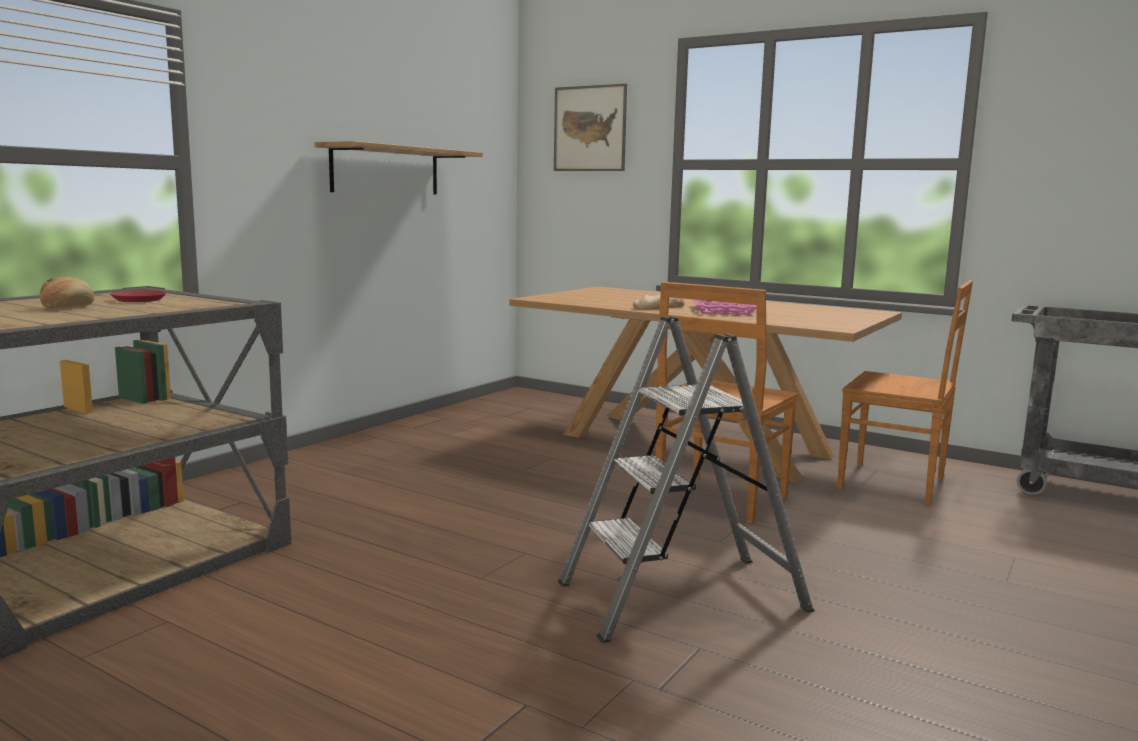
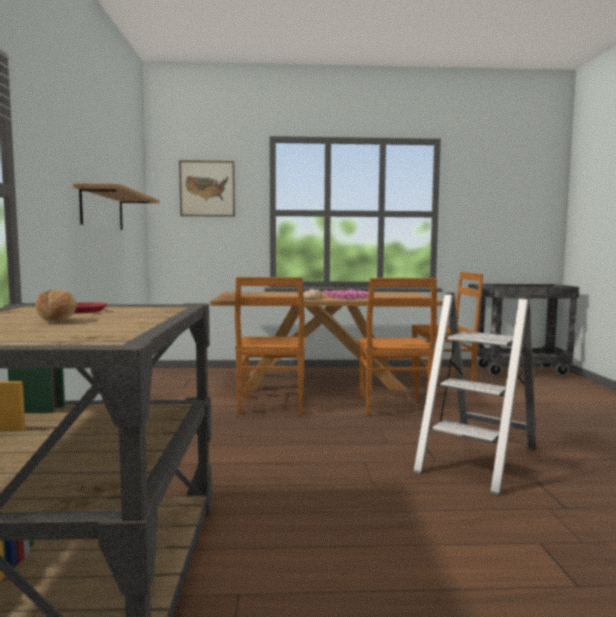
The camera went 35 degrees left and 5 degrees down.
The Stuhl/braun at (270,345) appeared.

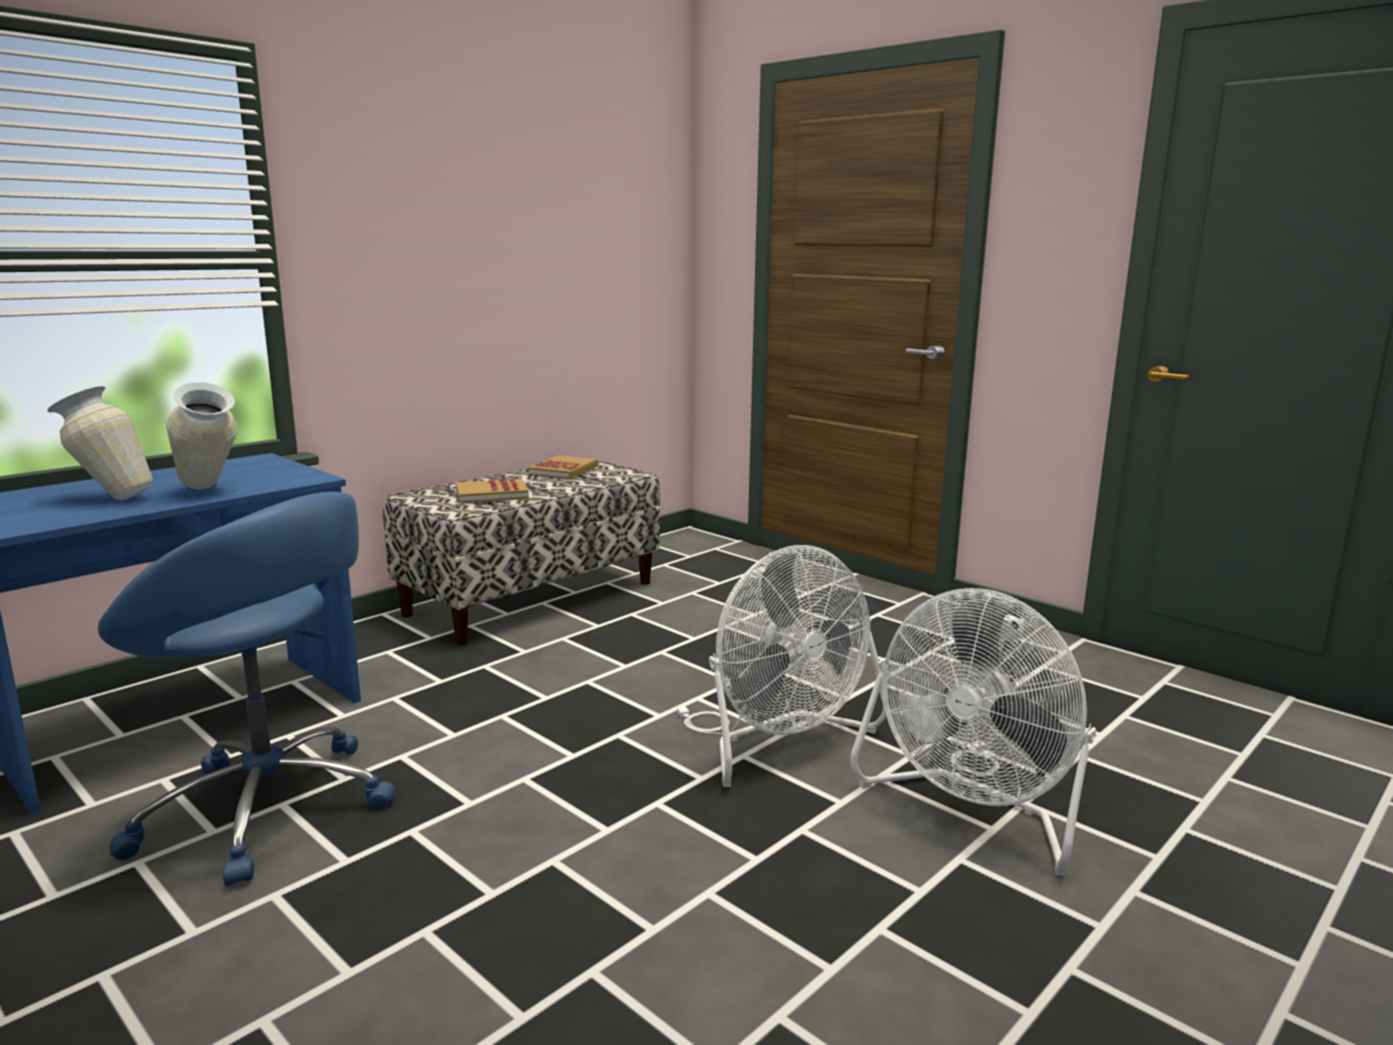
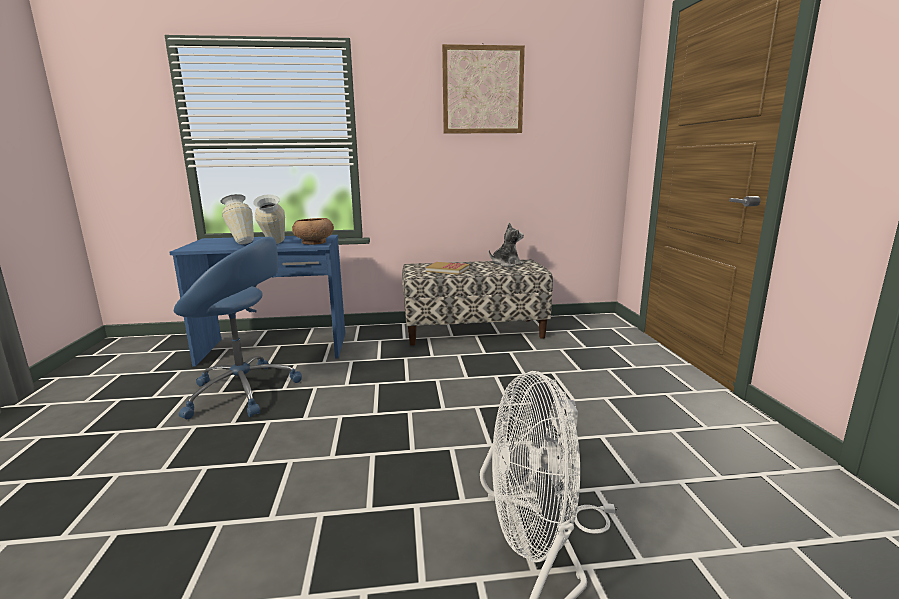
The camera went 40 degrees right and 0 degrees up.
The Buch at (563,467) was replaced by the Plüschtier at (506,245).
The Bürostuhl/blau at (247,689) turned 60 degrees counterclockwise.
The Ventilator/weiß at (782,666) disappeared.
The Bild at (483,89) appeared.
The Schüssel/braun at (313,231) appeared.

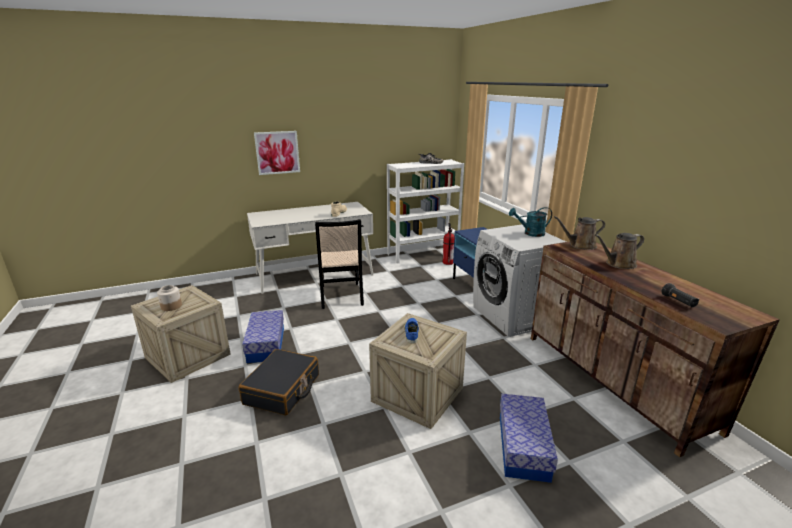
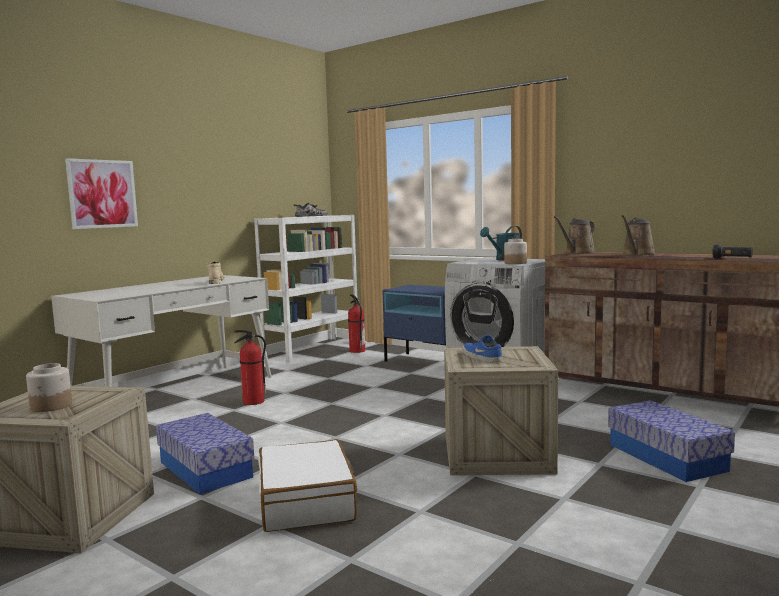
The camera went 30 degrees left and 15 degrees down.
The Stuhl at (339,264) was replaced by the Feuerlöscher at (250,367).
The Koffer/schwarz at (279,382) became the Koffer/weiß at (307,486).
The Vorratsglas at (515,251) appeared.

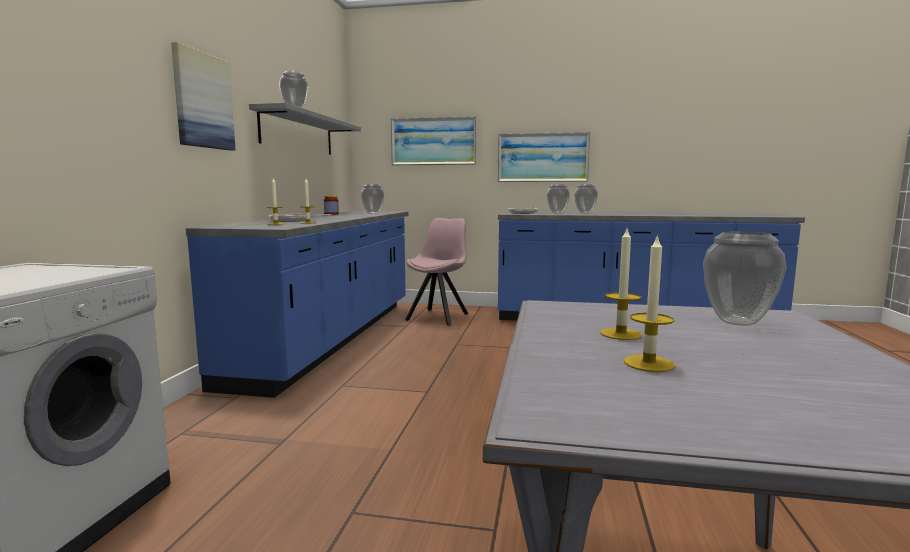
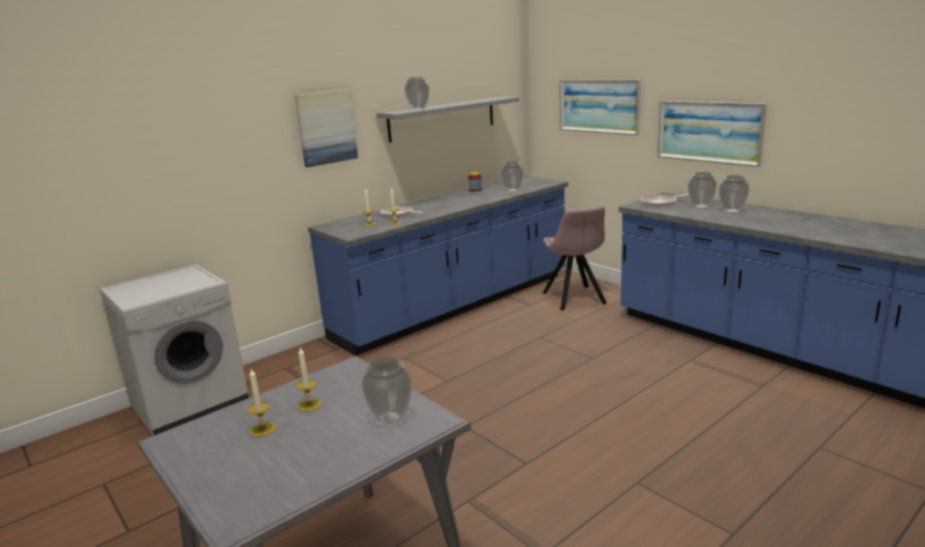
The camera went 40 degrees right and 10 degrees up.
The Stuhl/rosa at (436,272) turned 105 degrees clockwise.

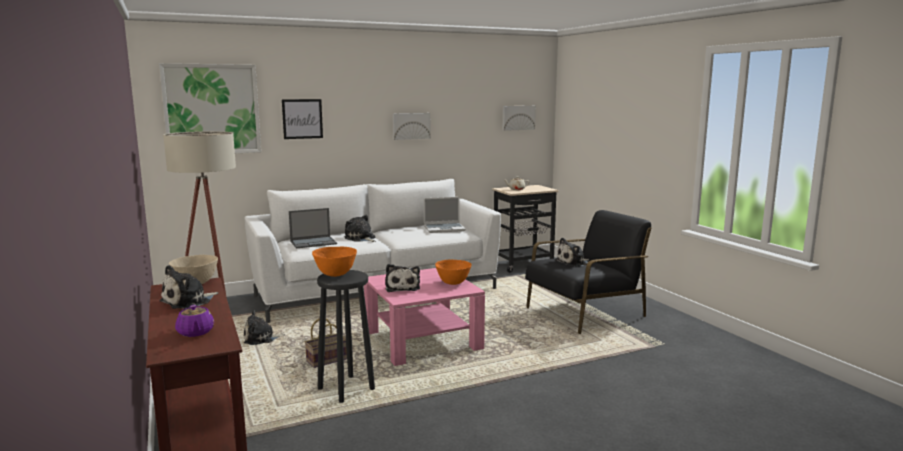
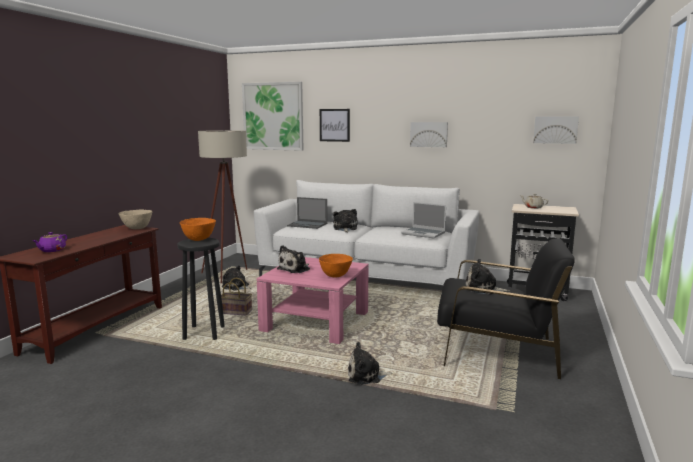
The camera went 45 degrees right and 0 degrees up.
The Plüschtier moved from (188,287) to (370,363).

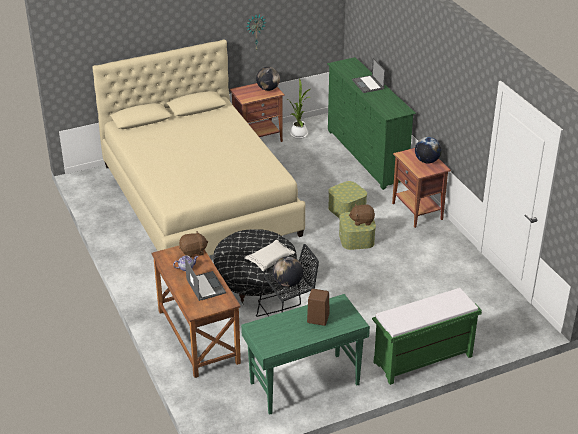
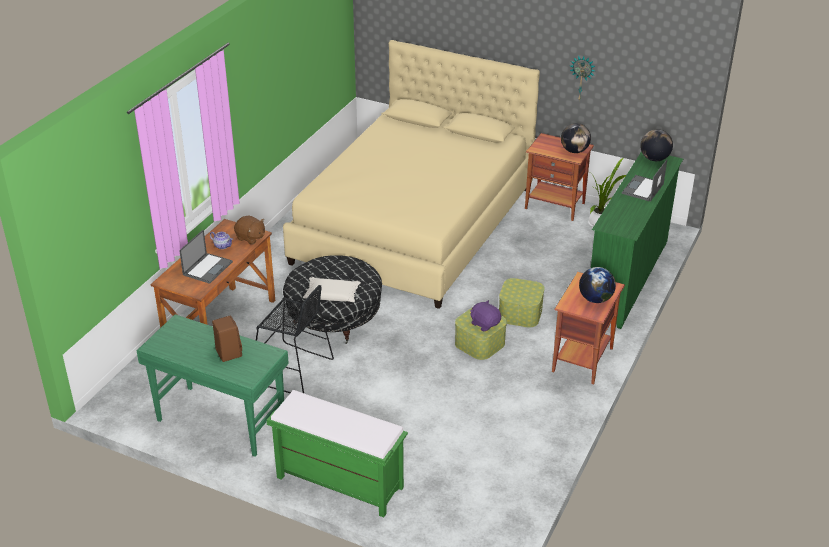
The camera went 50 degrees right and 0 degrees up.
The Plüschtier/braun at (362,215) became the Plüschtier/lila at (485,316).
The Globus moved from (288,271) to (656,145).

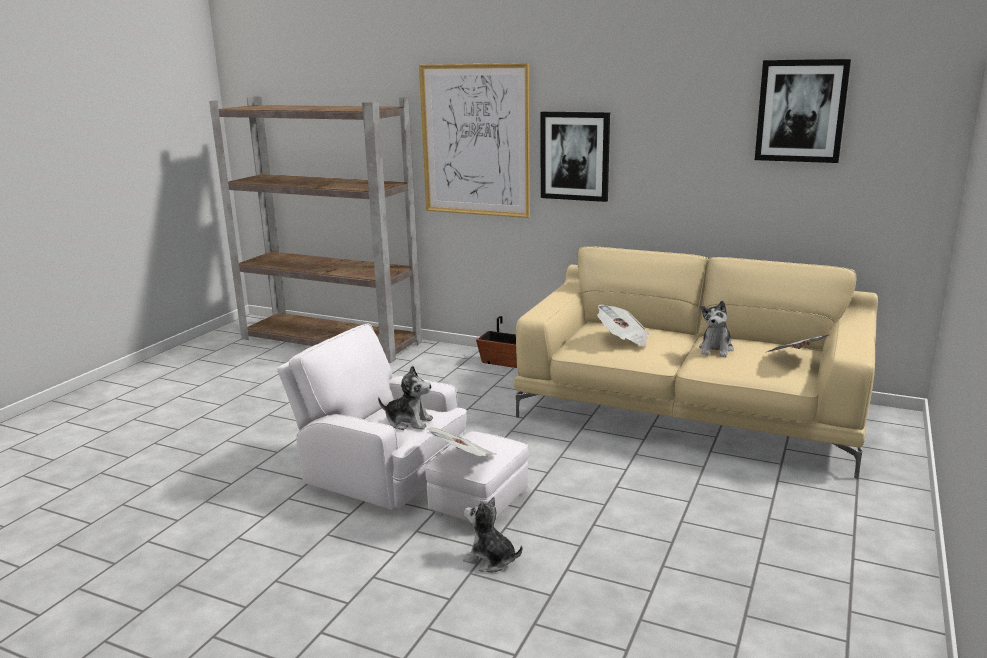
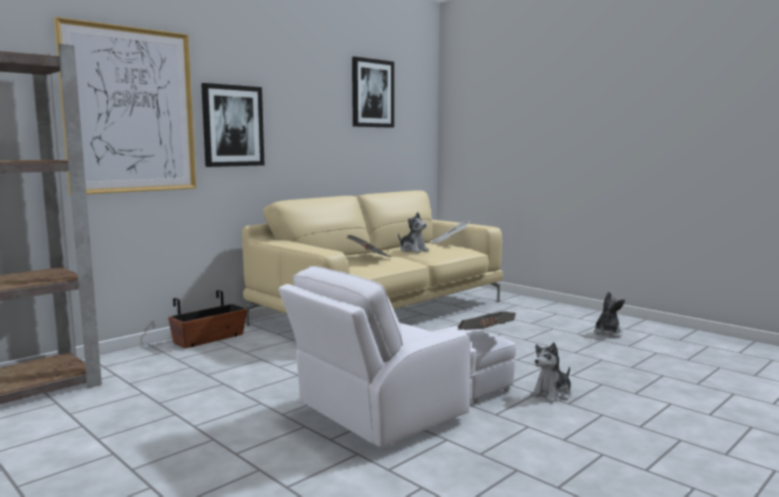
The camera went 70 degrees left and 10 degrees down.
The Plüschtier moved from (405,397) to (609,314).

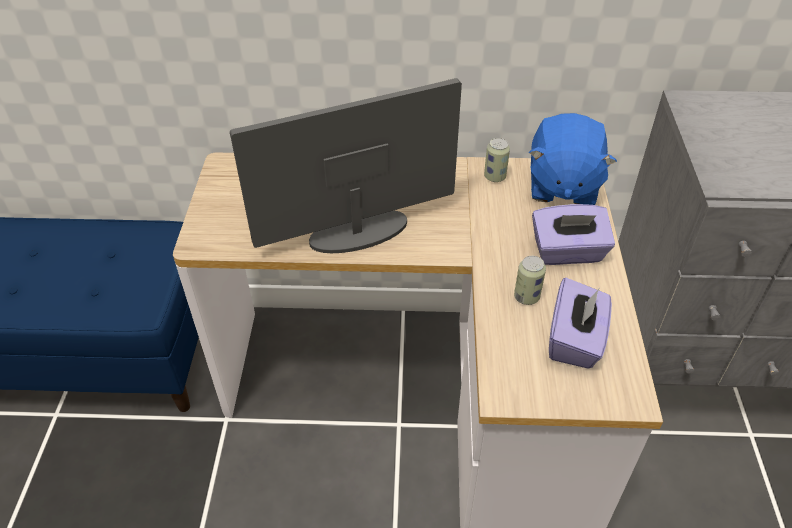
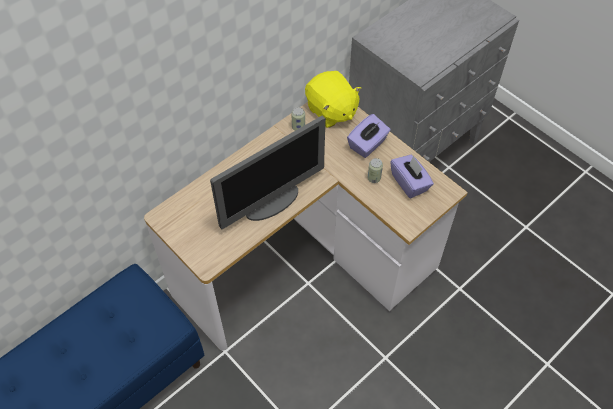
The camera went 45 degrees left and 10 degrees up.
The Monitor at (346,165) turned 150 degrees counterclockwise.
The Plüschtier/blau at (573,159) became the Plüschtier/gelb at (333,99).

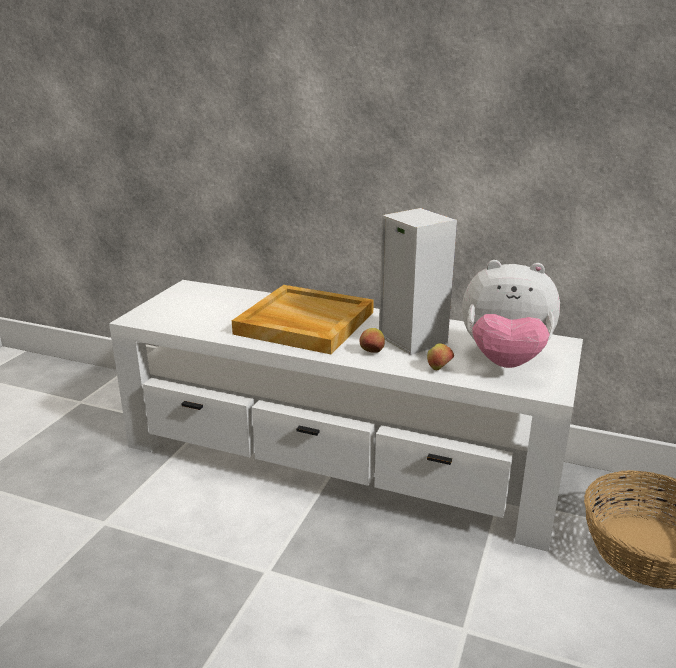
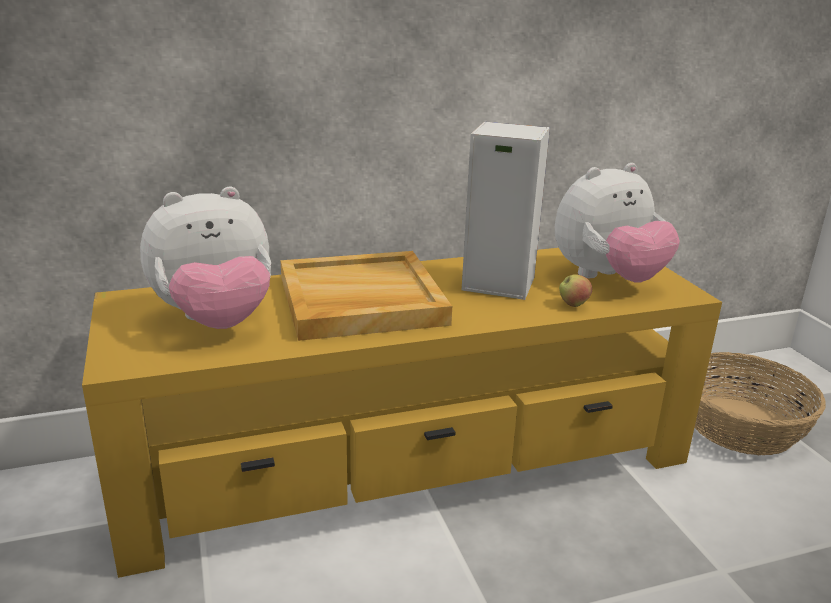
The camera went 40 degrees left and 0 degrees up.
The Fernsehschrank/weiß at (346,416) became the Fernsehschrank/gelb at (402,413).
The Apfel at (372,340) disappeared.
The Plüschtier at (205,258) appeared.

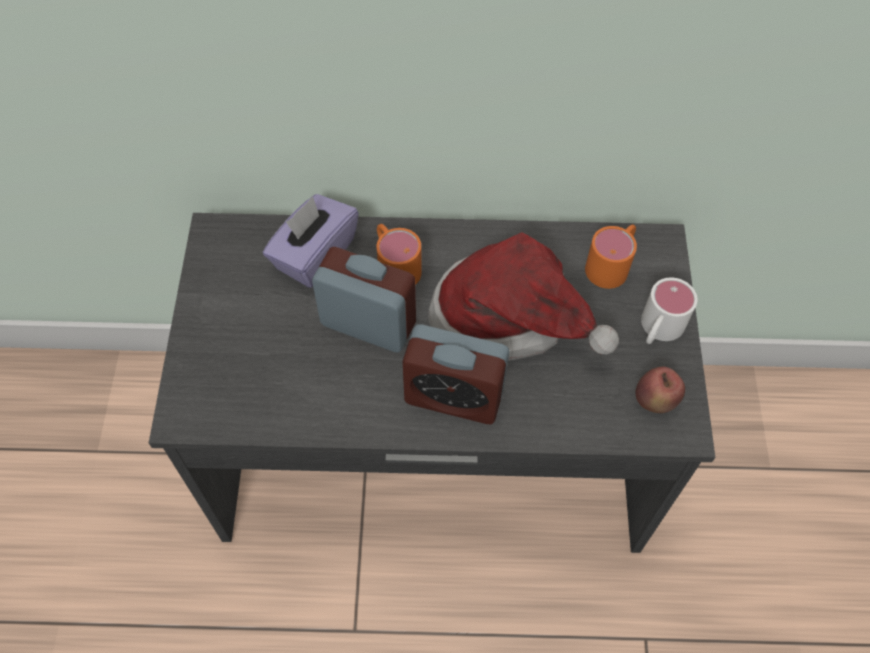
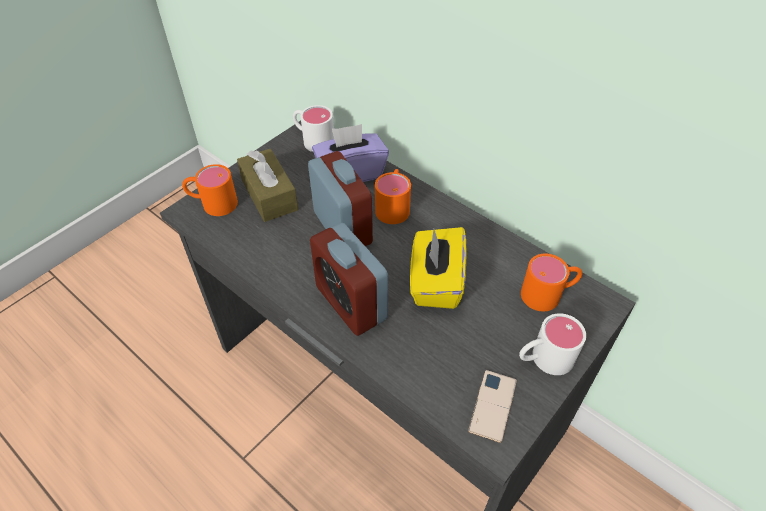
The camera went 40 degrees right and 10 degrees down.
The Hut at (523,296) was replaced by the Taschentuchbox/gelb at (438,268).
The Apfel at (660,390) was replaced by the Handy at (492,406).
The Henkelbecher/weiß at (313,128) appeared.
The Taschentuchbox/braun at (267,185) appeared.
The Henkelbecher/orange at (210,190) appeared.

